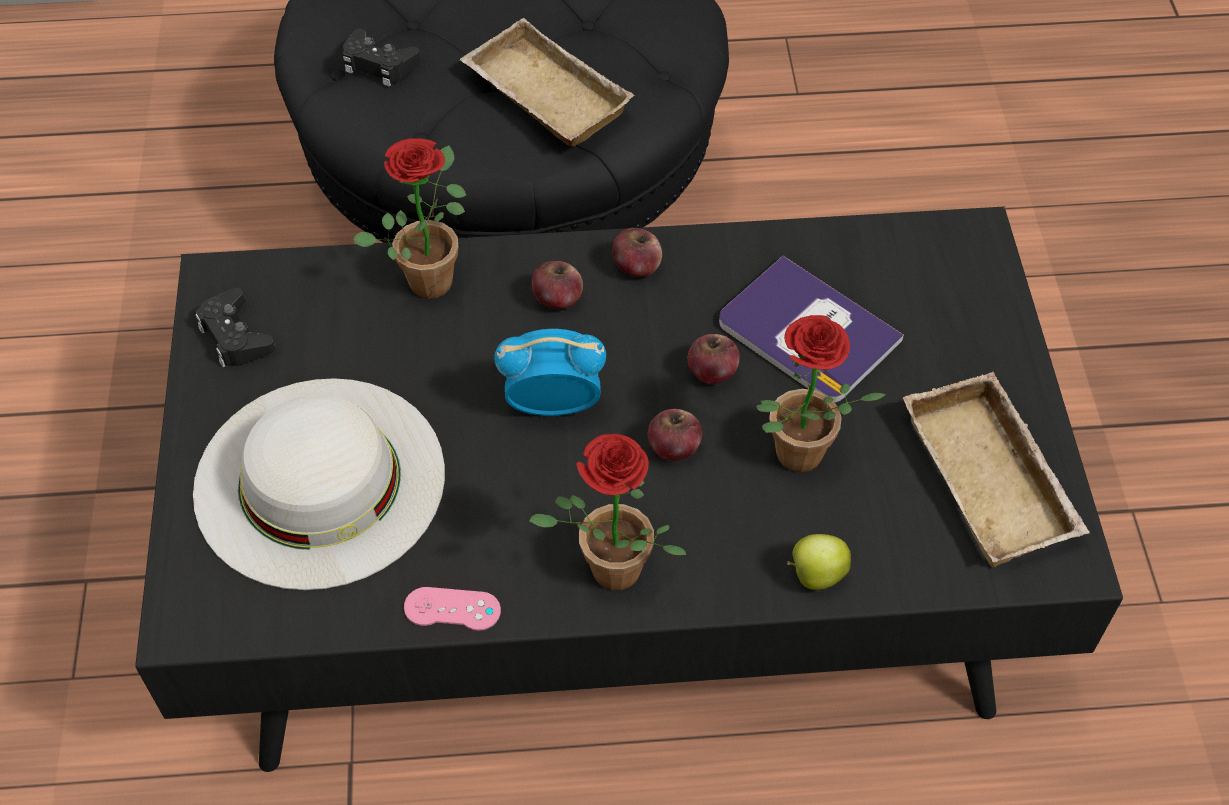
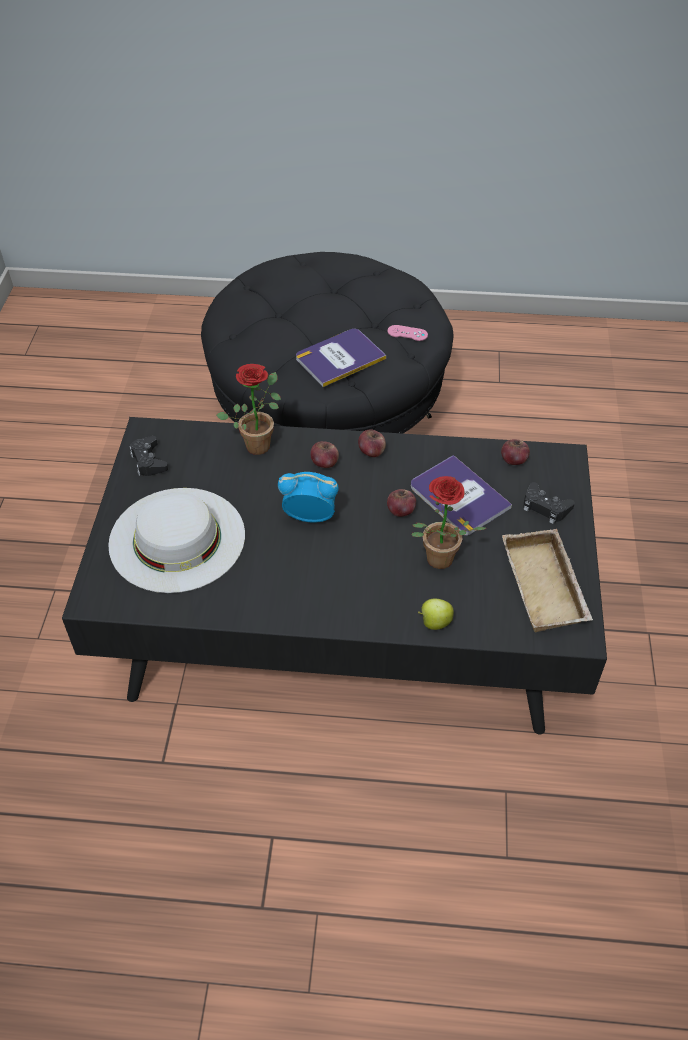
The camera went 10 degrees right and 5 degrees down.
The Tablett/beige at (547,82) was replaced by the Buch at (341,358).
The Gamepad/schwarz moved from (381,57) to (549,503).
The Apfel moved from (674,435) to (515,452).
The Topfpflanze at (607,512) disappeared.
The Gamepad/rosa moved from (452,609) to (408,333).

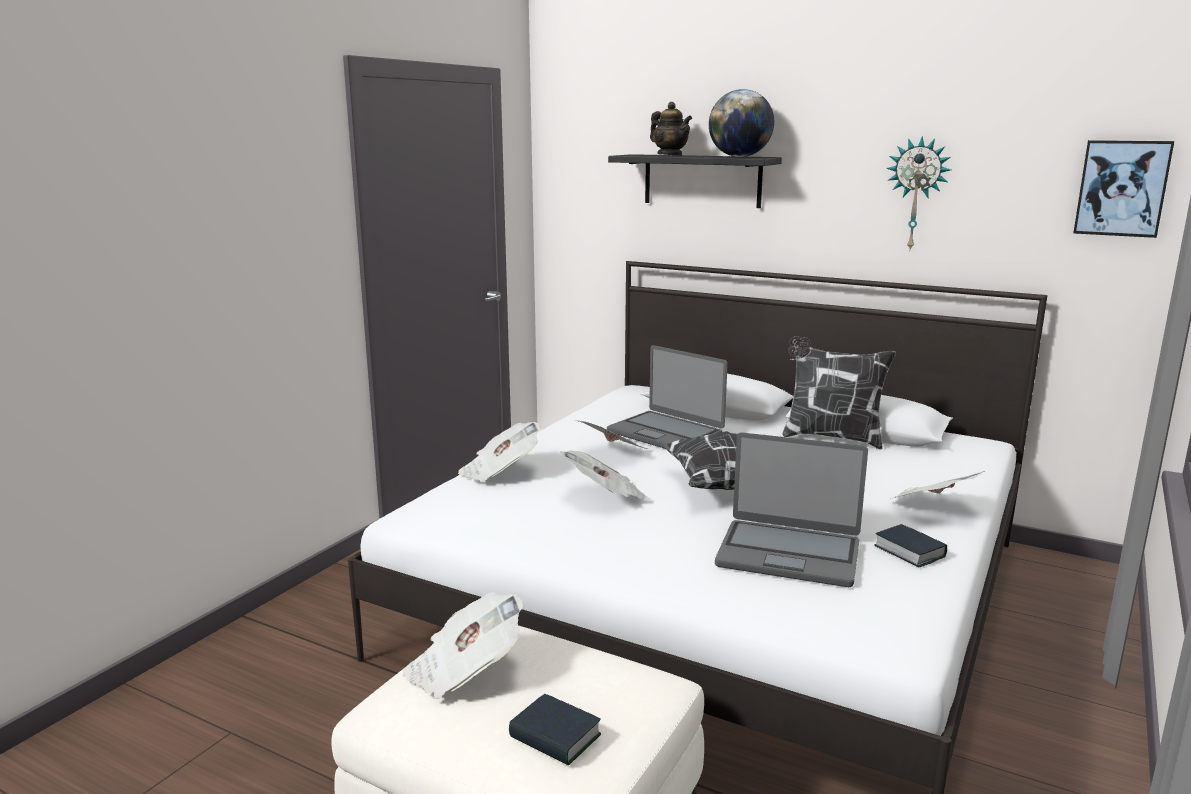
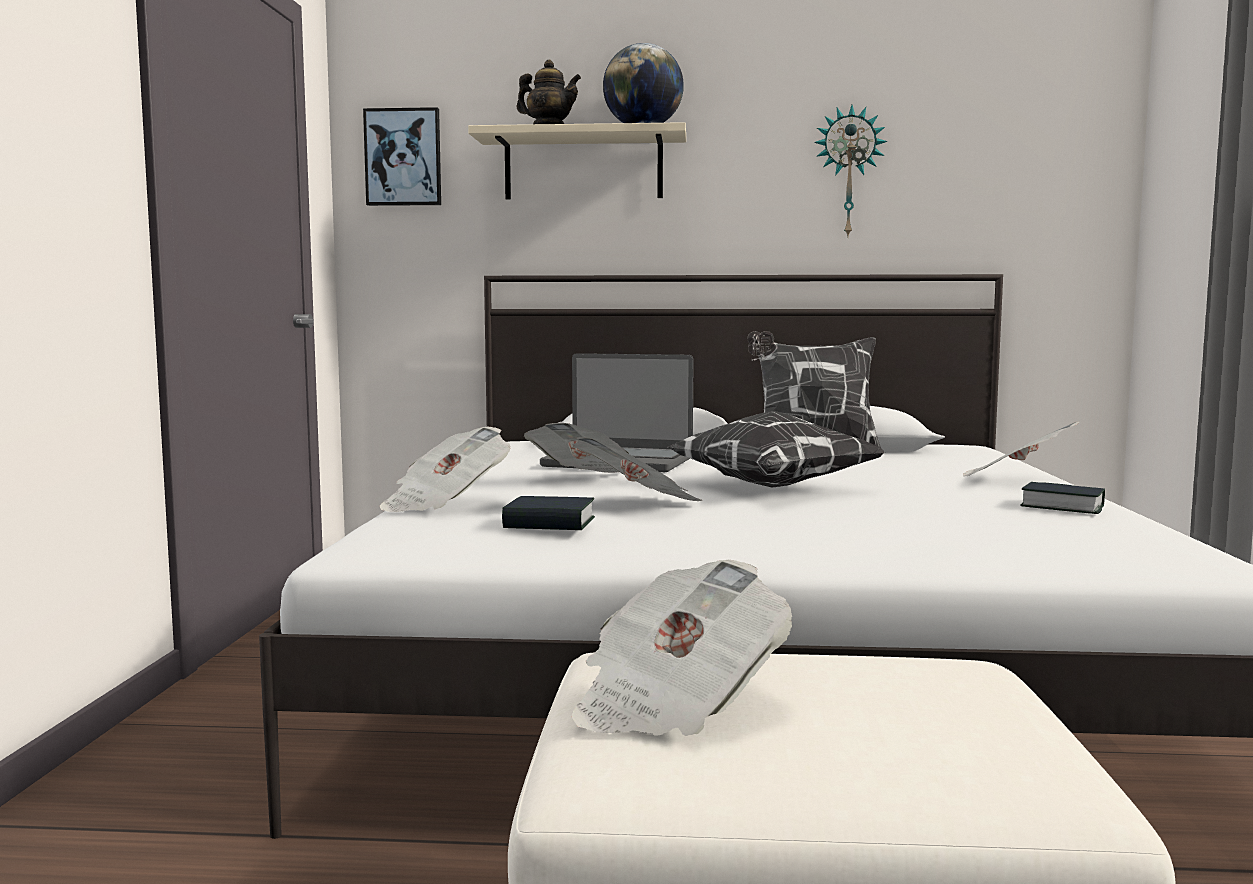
The camera went 25 degrees left and 10 degrees down.
The Bild moved from (1123,189) to (402,156).
The Wandregal/schwarz at (695,181) became the Wandregal/beige at (577,160).
The Laptop at (791,509) disappeared.
The Buch moved from (555,729) to (548,513).

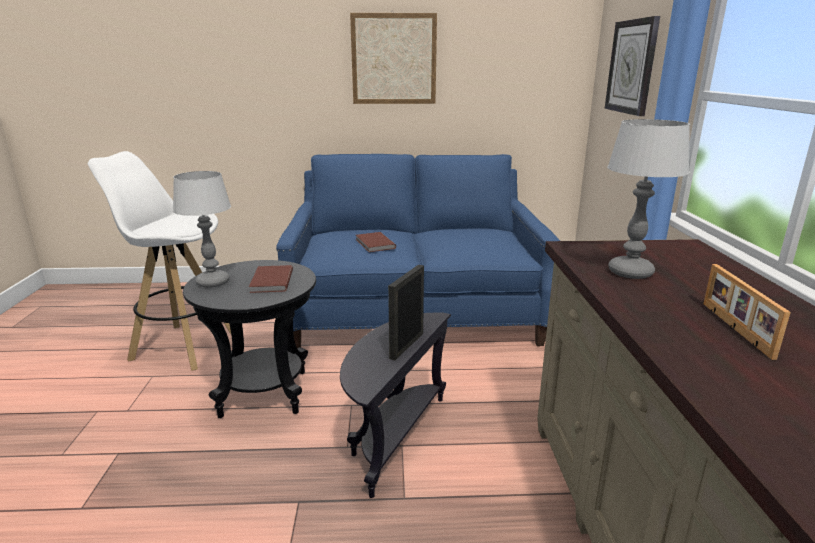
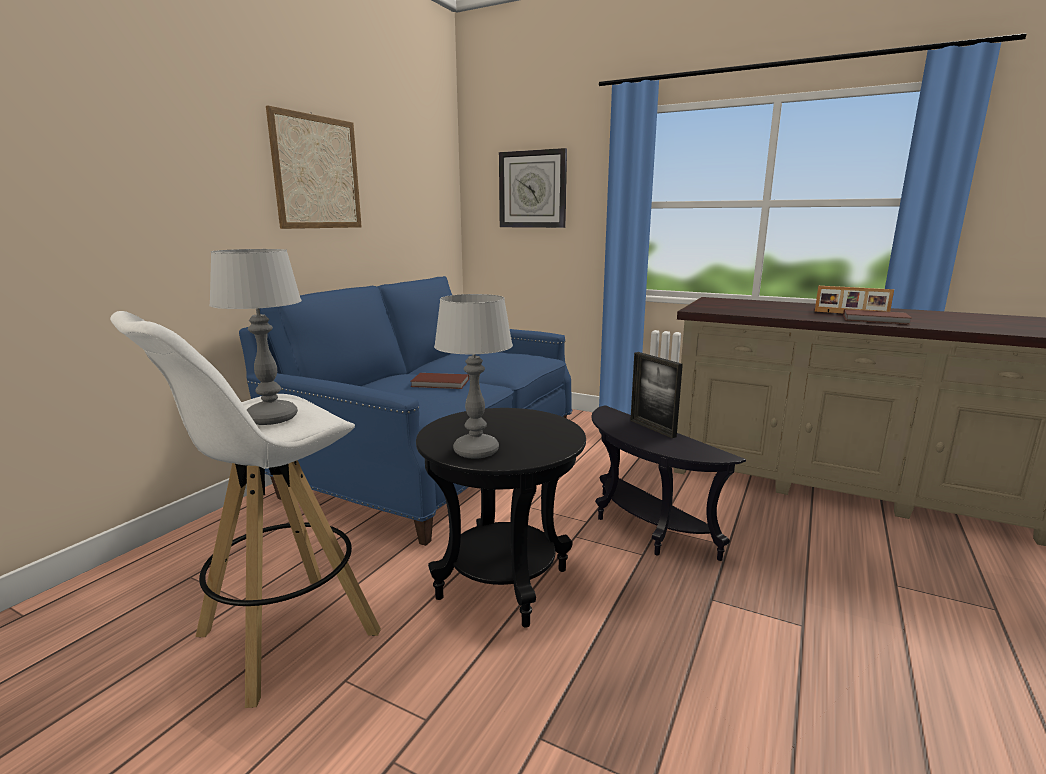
The camera went 60 degrees left and 5 degrees down.
The Tischlampe moved from (648,199) to (255,337).
The Buch/braun moved from (271,279) to (877,317).

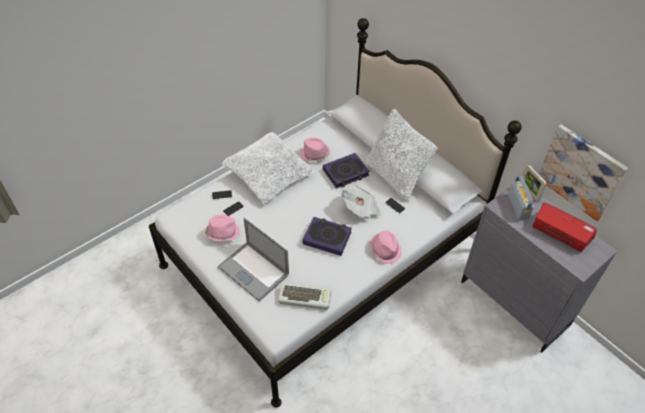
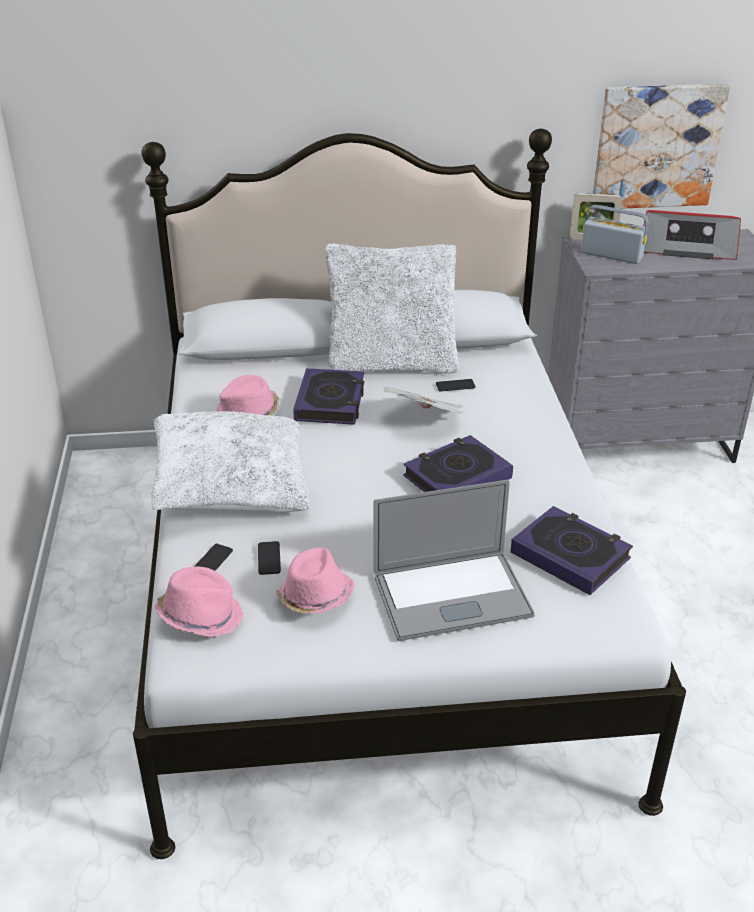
The camera went 55 degrees left and 15 degrees down.
The Radio at (564,227) turned 150 degrees counterclockwise.
The Hut/rosa moved from (385,247) to (199,601).
The Tastatur at (304,296) was replaced by the Buch at (572,550).

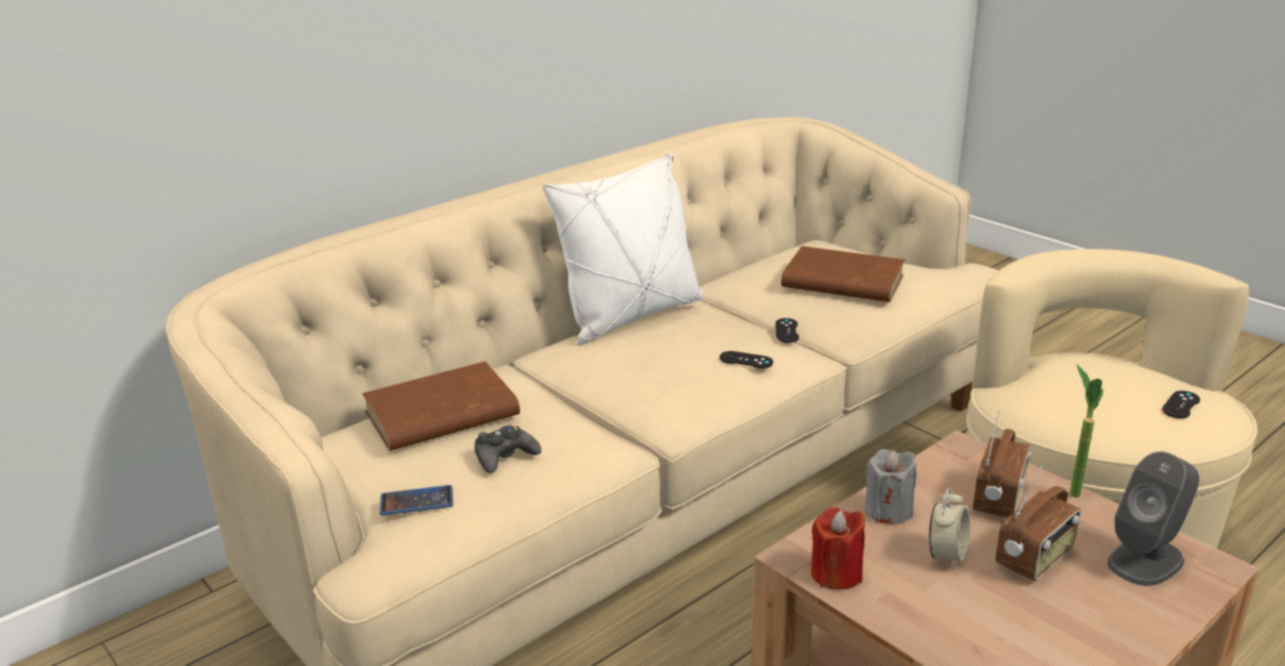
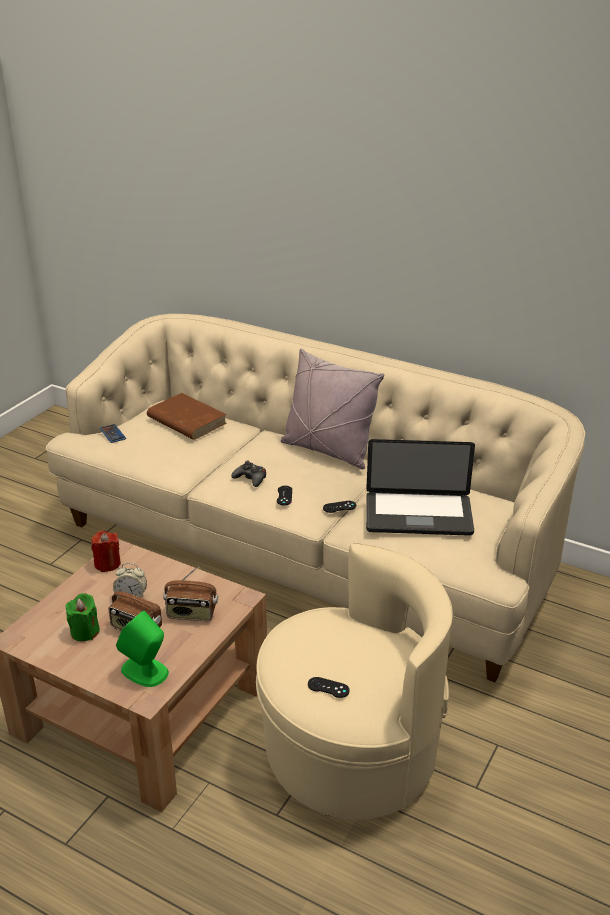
The camera went 70 degrees right and 5 degrees up.
The Kissen/weiß at (623,249) became the Kissen/lila at (332,408).
The Buch/braun at (843,274) was replaced by the Laptop at (420,487).
The Topfpflanze at (1086,431) disappeared.
The Gamepad/schwarz moved from (508,449) to (248,474).
The Kerze/grau at (891,486) disappeared.
The Lautsprecher/grau at (1153,518) became the Lautsprecher/grün at (142,649).
The Kerze/grün at (82,617) appeared.

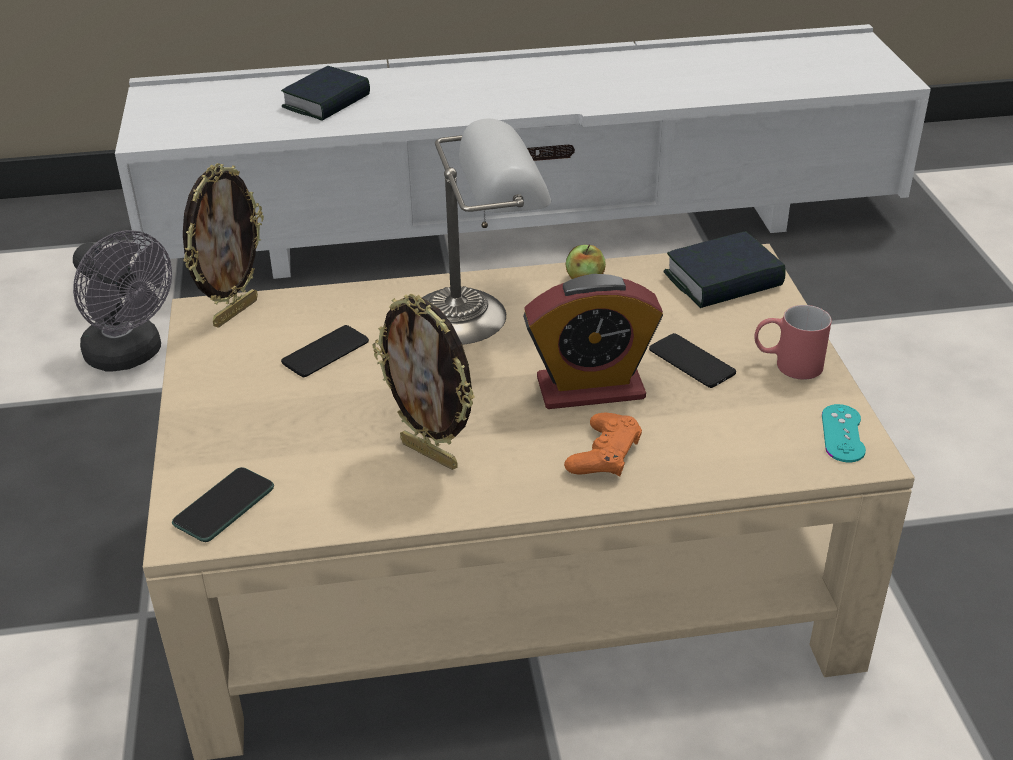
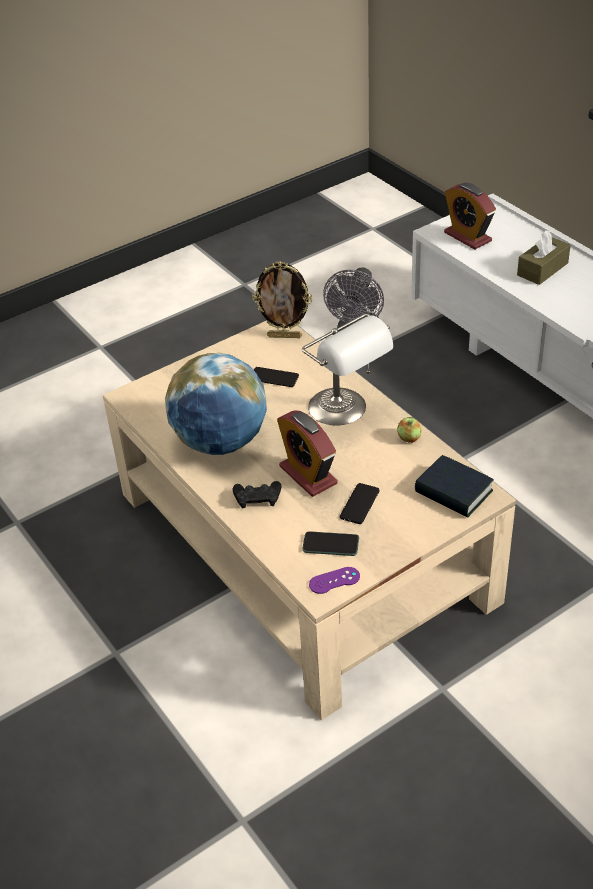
The camera went 65 degrees right and 5 degrees up.
The Buch at (325,93) was replaced by the Taschentuchbox/braun at (544,258).
The Bilderrahmen at (424,382) was replaced by the Globus at (216,404).
The Henkelbecher/rot at (793,342) disappeared.
The Gamepad/türkis at (844,433) became the Gamepad/lila at (334,580).
The Gamepad/orange at (603,445) became the Gamepad/schwarz at (257,494).
The Handy moved from (223,504) to (330,543).
The Wecker at (470,216) appeared.

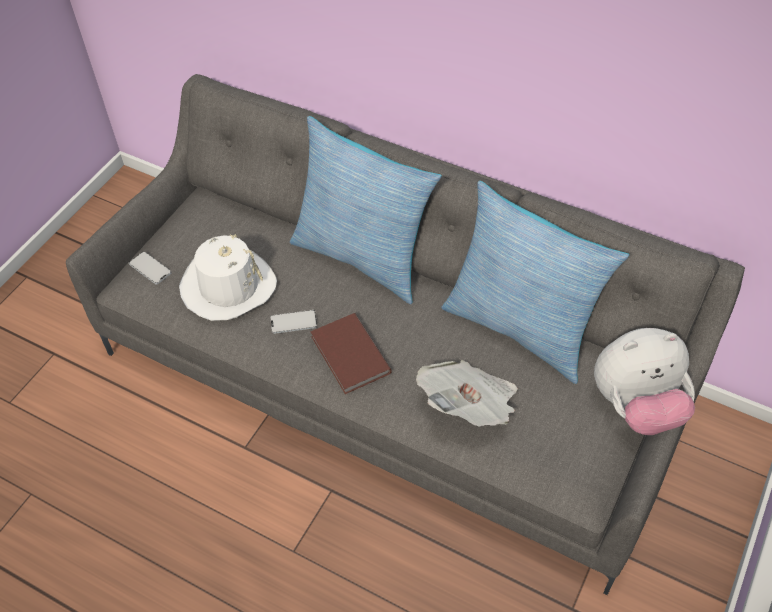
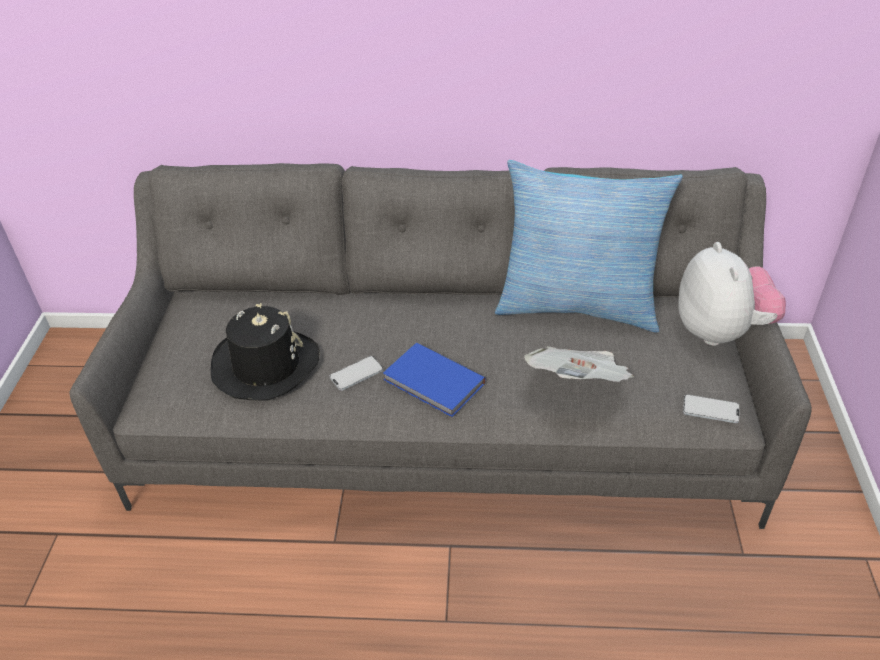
The camera went 25 degrees left and 10 degrees down.
The Kissen at (366,210) disappeared.
The Hut/weiß at (228,277) became the Hut/schwarz at (265,352).
The Handy moved from (150,268) to (711,408).
The Buch/braun at (351,353) became the Buch/blau at (434,380).
The Plüschtier at (644,381) turned 60 degrees counterclockwise.

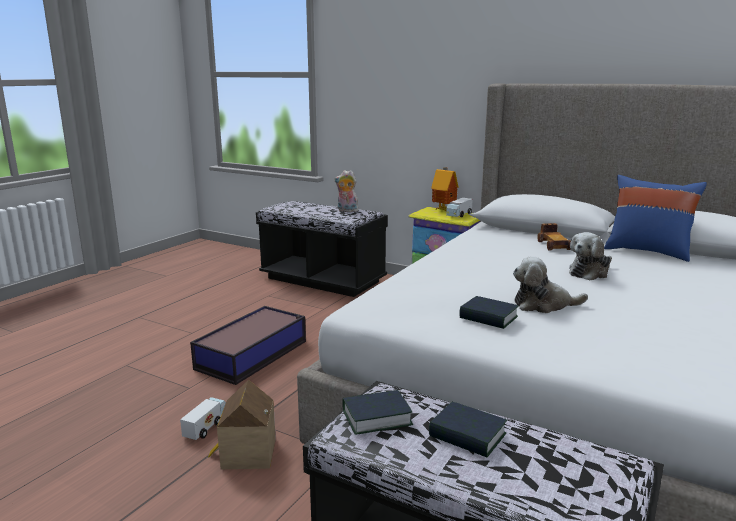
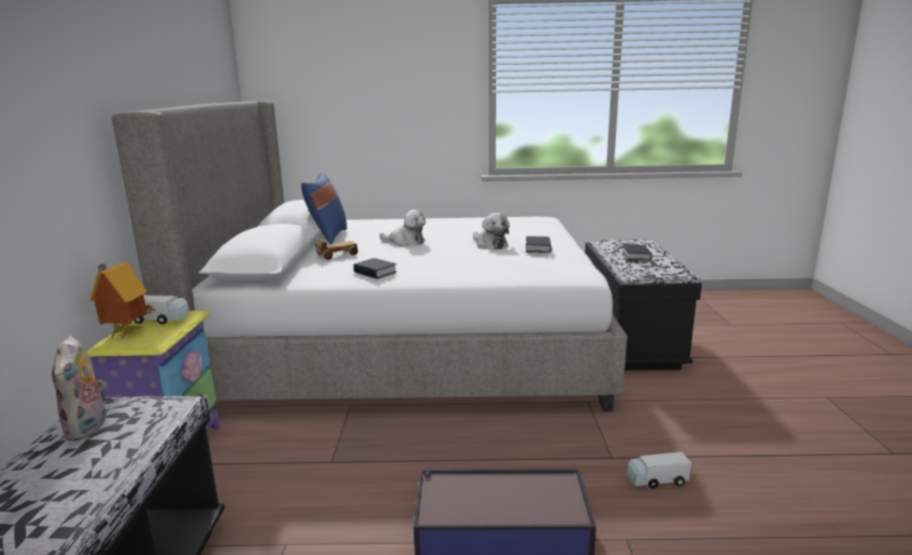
The camera went 120 degrees left and 0 degrees up.
The Spielzeughaus at (242,424) disappeared.
The Buch moved from (377,412) to (375,268).

